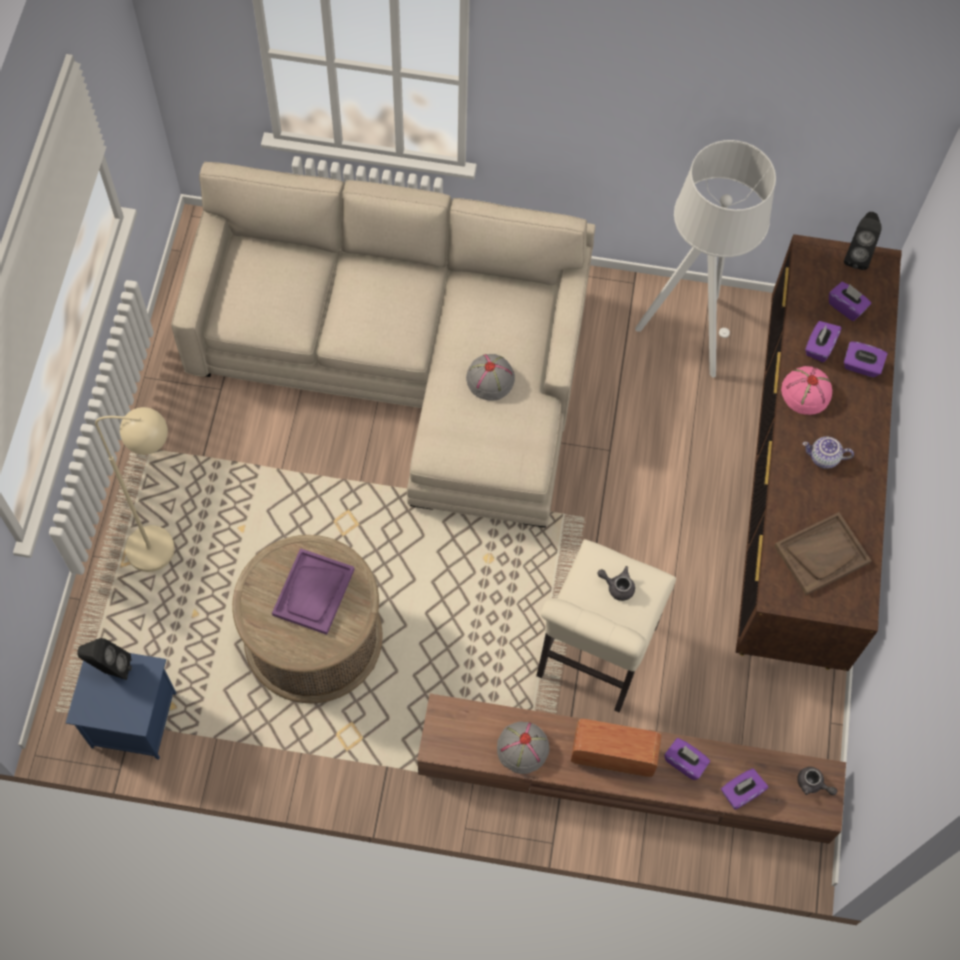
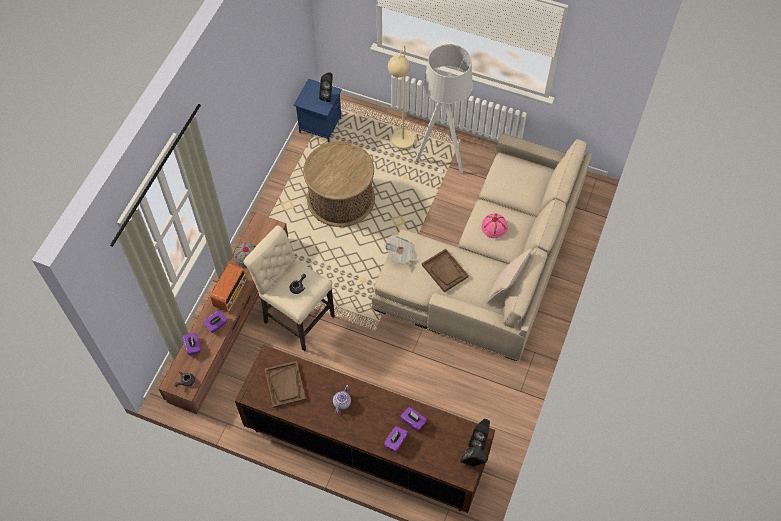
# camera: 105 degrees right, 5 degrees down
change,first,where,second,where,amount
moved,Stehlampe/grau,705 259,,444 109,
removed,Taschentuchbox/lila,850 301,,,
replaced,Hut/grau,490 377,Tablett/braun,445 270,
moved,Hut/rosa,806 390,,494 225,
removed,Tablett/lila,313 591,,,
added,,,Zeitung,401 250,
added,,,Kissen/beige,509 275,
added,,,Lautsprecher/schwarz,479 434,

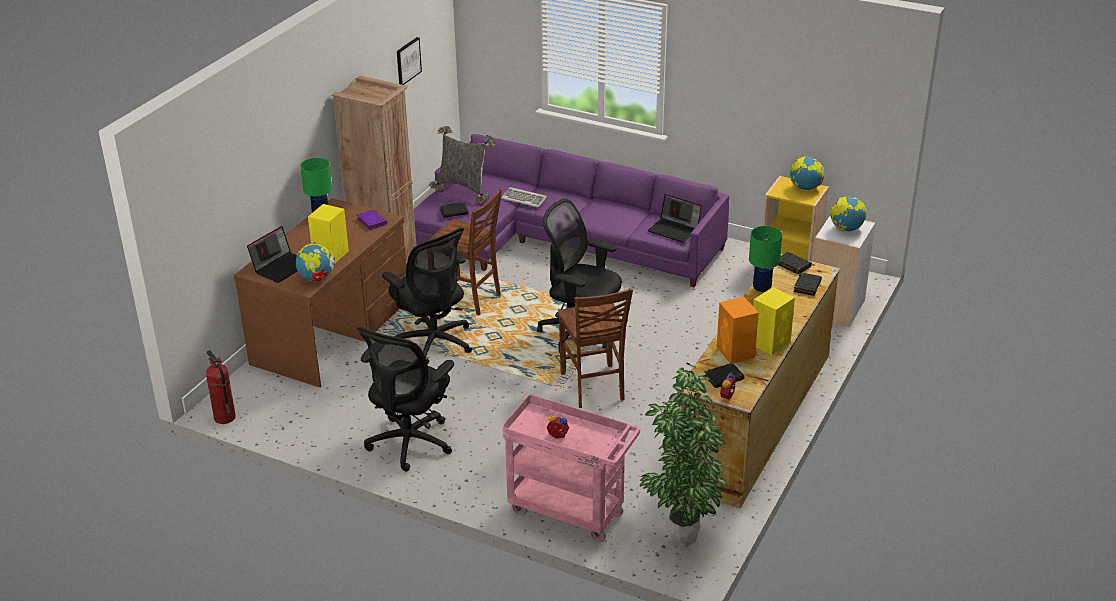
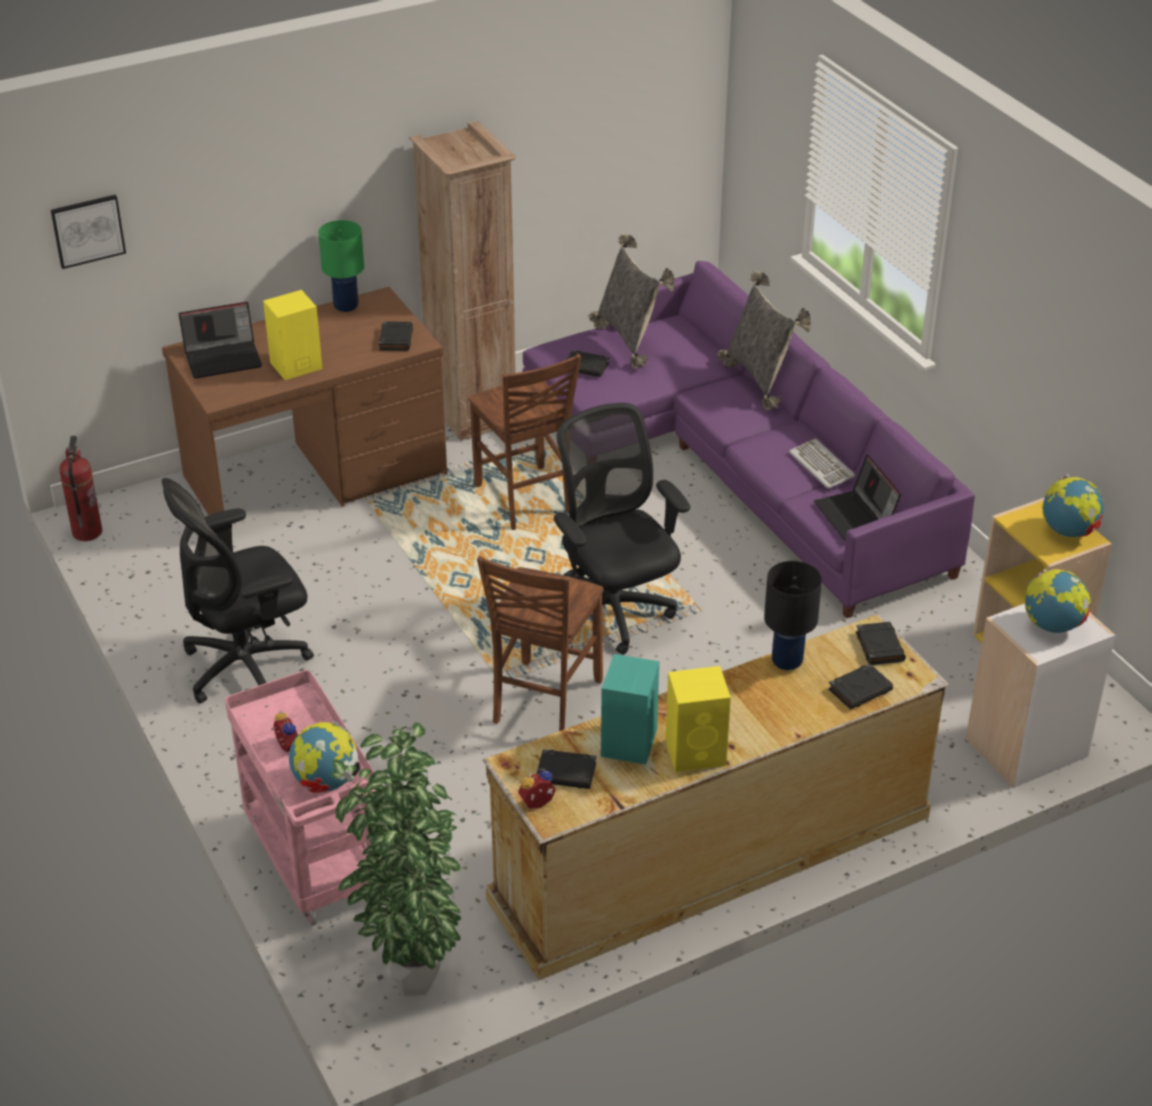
# camera: 35 degrees right, 5 degrees up
change,first,where,second,where,amount
moved,Bild,409 61,,88 232,
moved,Tastatur,524 197,,822 464,
recoloured,Buch/lila,372 219,Buch/schwarz,396 336,
recoloured,Tischlampe/grün,766 259,Tischlampe/schwarz,793 615,
removed,Bürostuhl/schwarz,427 296,,,
moved,Globus,315 261,,324 757,
recoloured,Lautsprecher/orange,737 330,Lautsprecher/türkis,630 709,
added,,,Kissen,764 340,

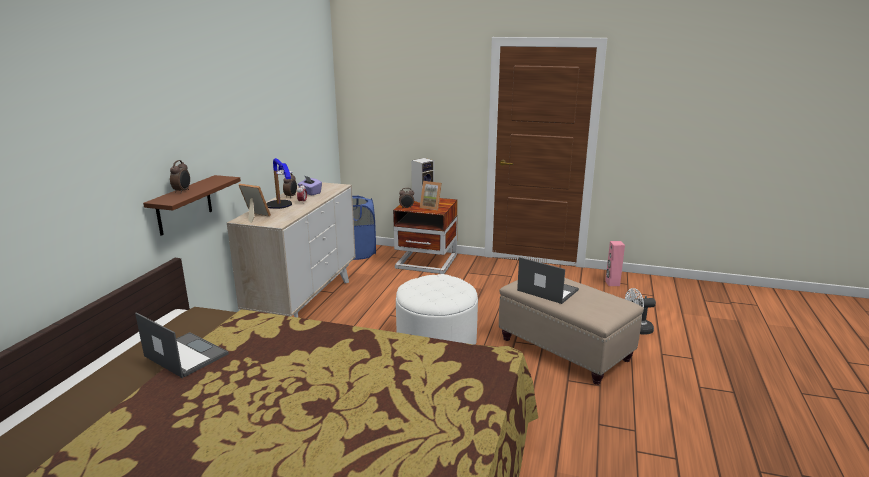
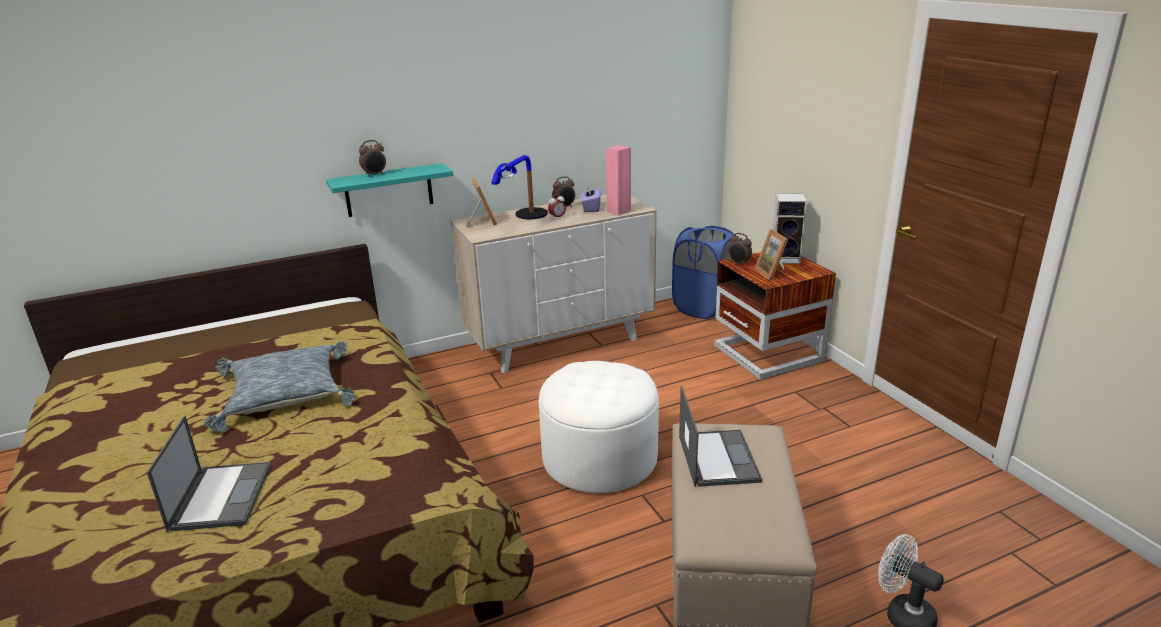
# camera: 50 degrees right, 5 degrees up
change,first,where,second,where,amount
recoloured,Wandregal/braun,192 205,Wandregal/türkis,389 190,
moved,Lautsprecher/rosa,615 263,,618 180,
moved,Laptop,182 345,,209 474,
added,,,Kissen,279 386,

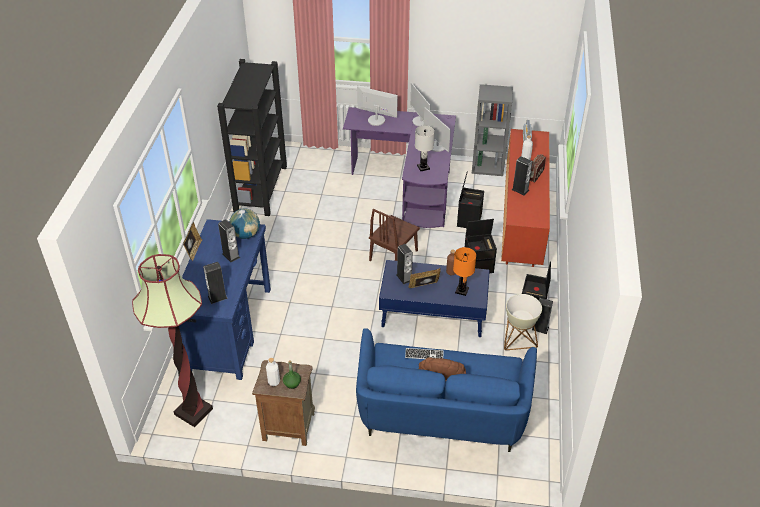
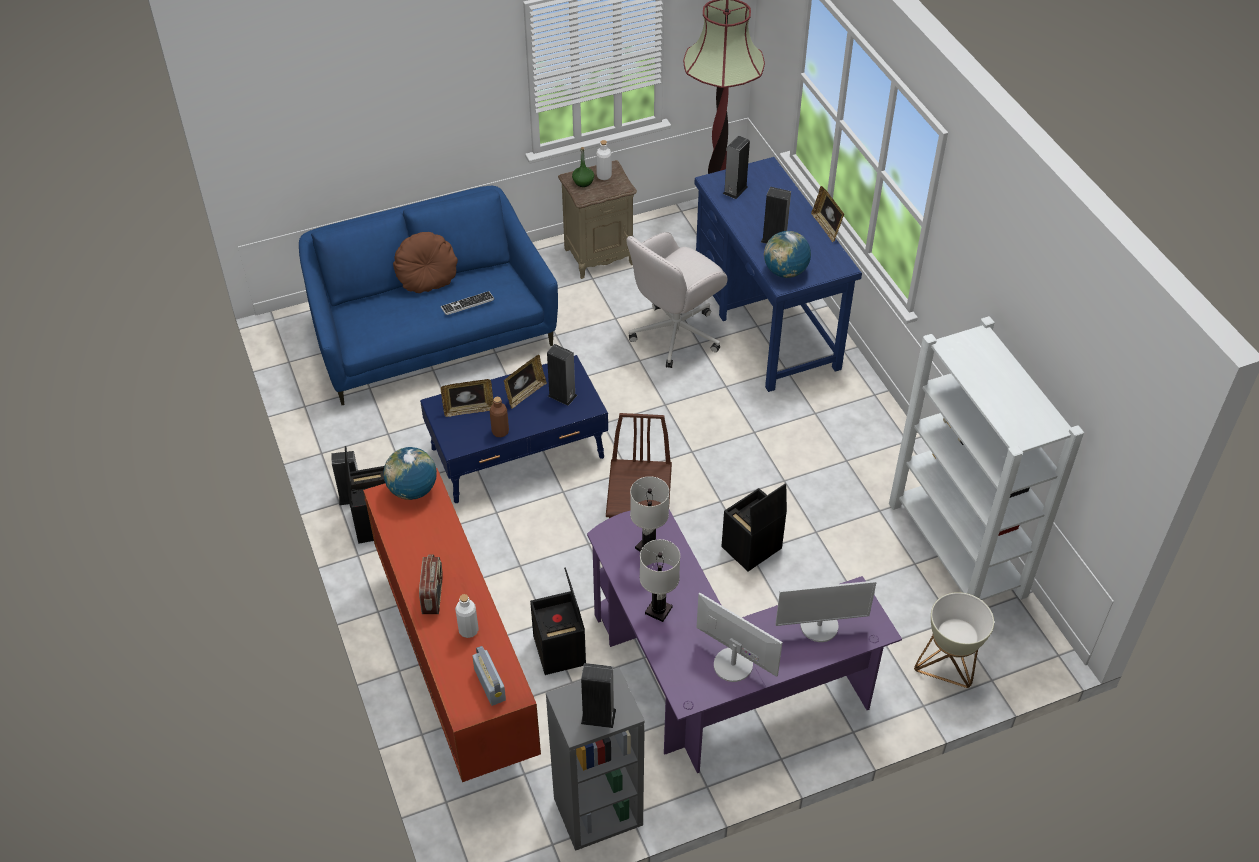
# camera: 150 degrees right, 5 degrees up
change,first,where,second,where,amount
recoloured,Bücherregal/schwarz,252 137,Bücherregal/weiß,986 458,
replaced,Monitor,437 129,Tischlampe/weiß,660 580,
moved,Lautsprecher,522 175,,598 695,
moved,Aufbewahrungsbox/schwarz,481 246,,754 527,
replaced,Tischlampe/orange,464 271,Bilderrahmen,467 398,
moved,Pflanzkübel,523 322,,954 640,
added,,,Bürostuhl/weiß,676 300,
added,,,Globus,410 473,

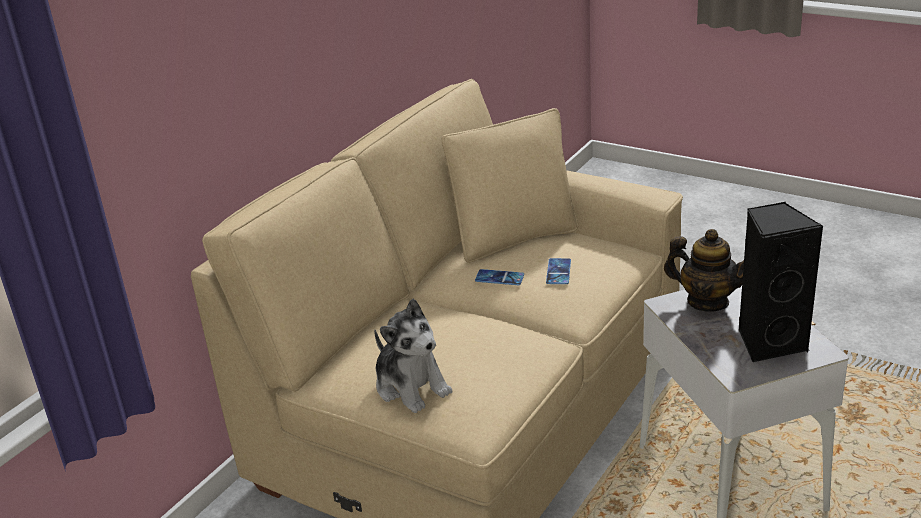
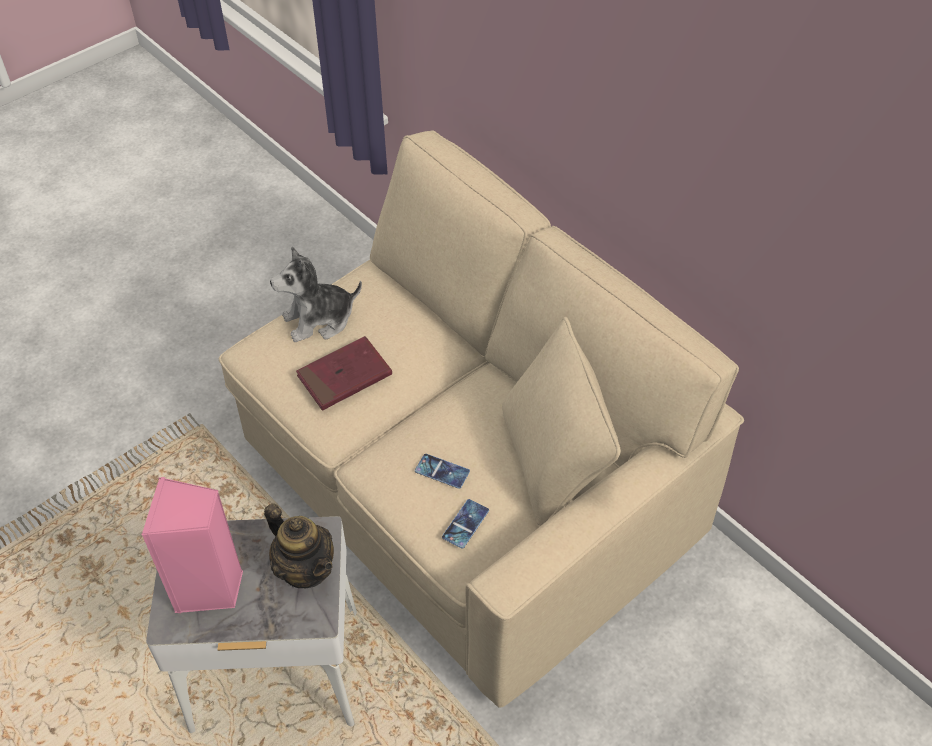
# camera: 105 degrees right, 20 degrees up
change,first,where,second,where,amount
recoloured,Lautsprecher/schwarz,781 282,Lautsprecher/rosa,192 545,
turned,Teekanne,704 270,,299 545,90 degrees counterclockwise
moved,Handy,499 277,,465 524,
added,,,Buch/rot,344 373,

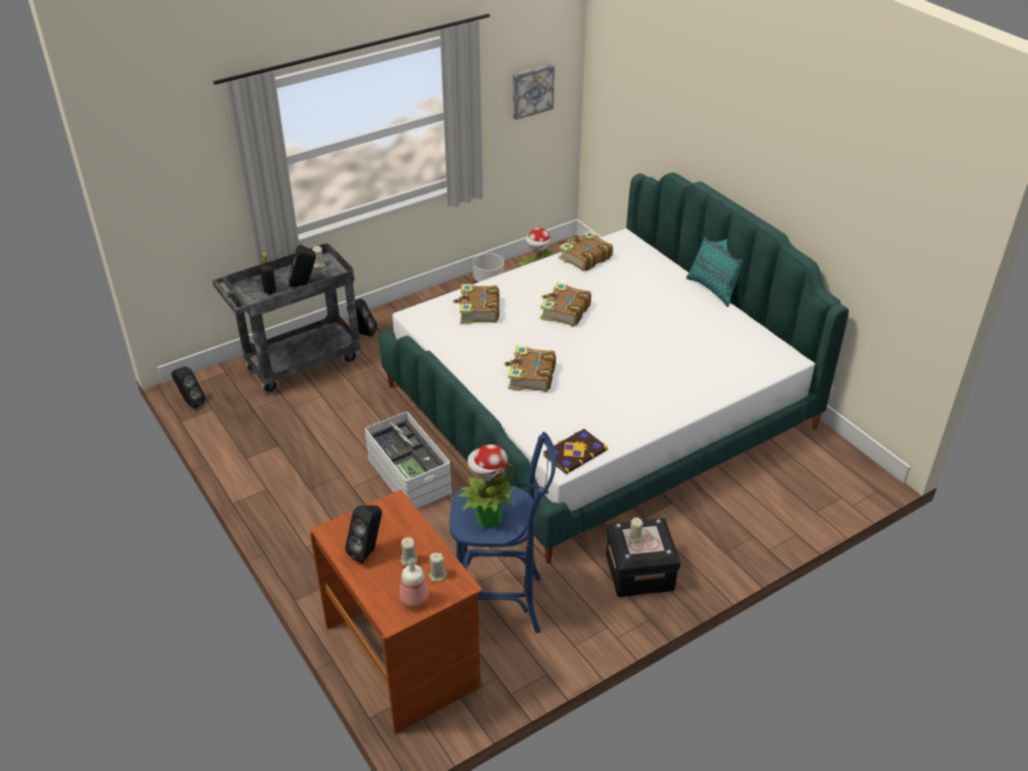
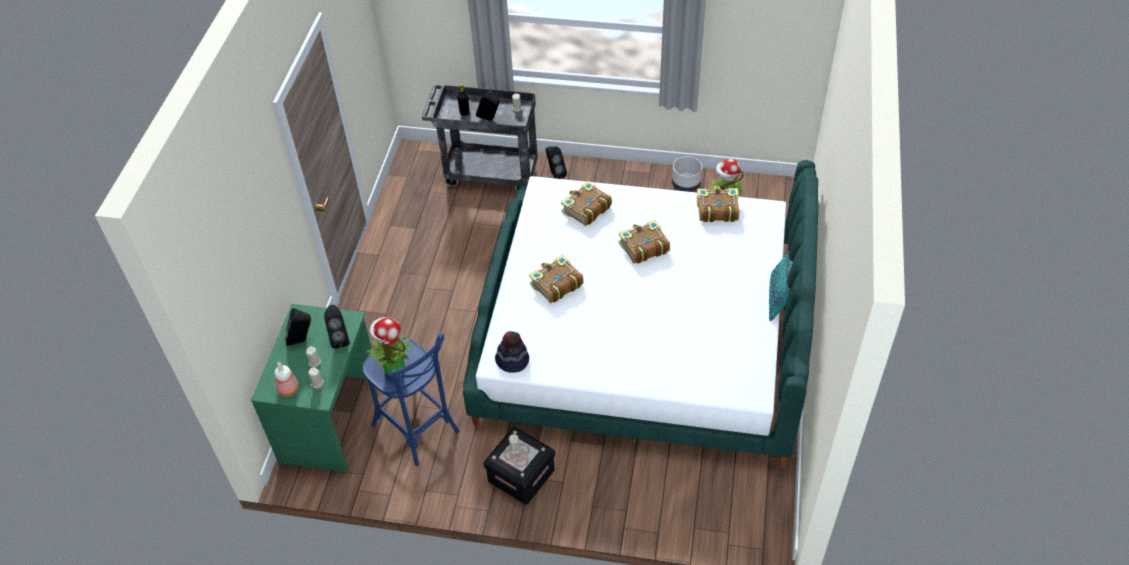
# camera: 45 degrees right, 10 degrees up
change,first,where,second,where,amount
removed,Bild,534 92,,,
moved,Lautsprecher/schwarz,188 387,,337 326,
removed,Aufbewahrungsbox/weiß,408 460,,,
replaced,Buch,575 451,Hut,512 352,
recoloured,Schreibtisch/braun,396 611,Schreibtisch/grün,311 388,

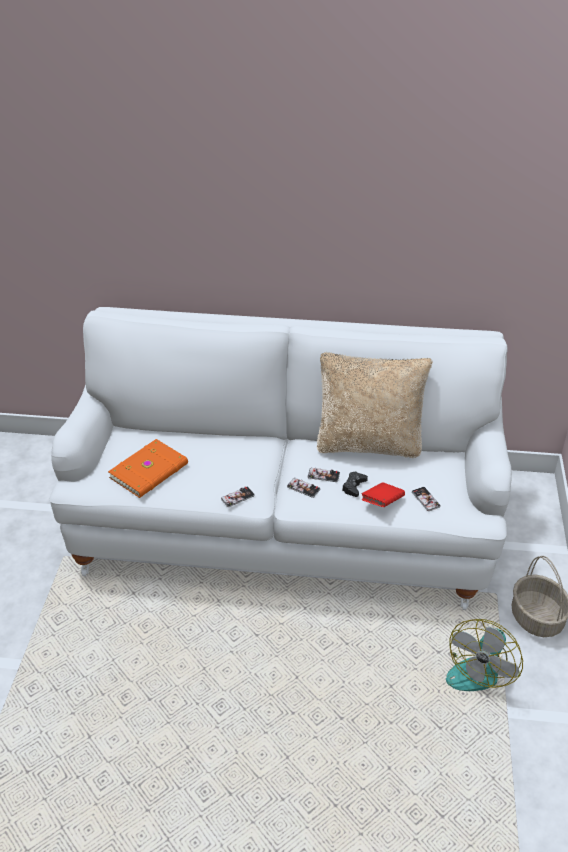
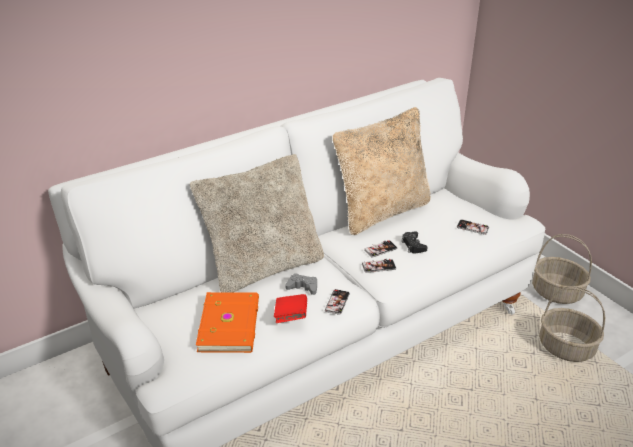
# camera: 40 degrees left, 5 degrees down
change,first,where,second,where,amount
moved,Buch/rot,383 494,,290 308,
replaced,Ventilator,484 655,Korb,572 324,
added,,,Kissen/beige,257 223,
added,,,Gamepad/grau,301 284,

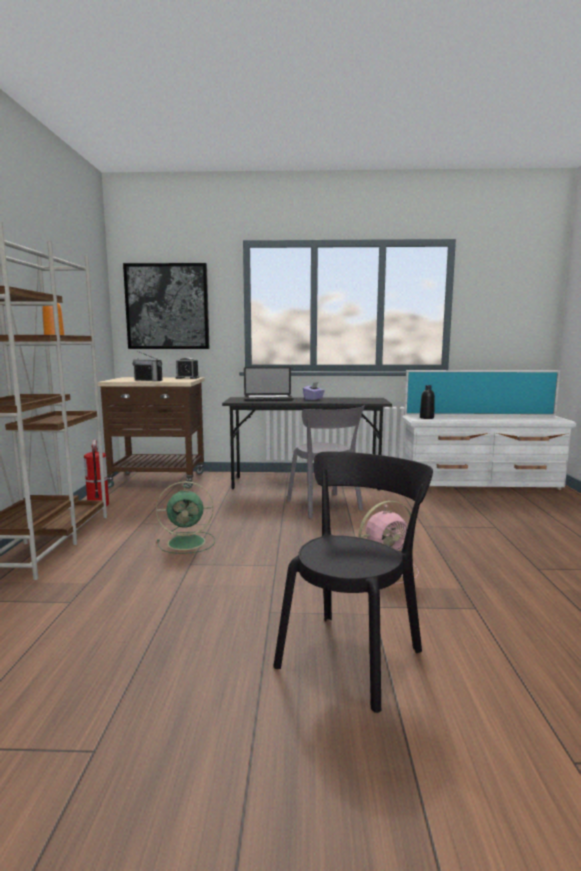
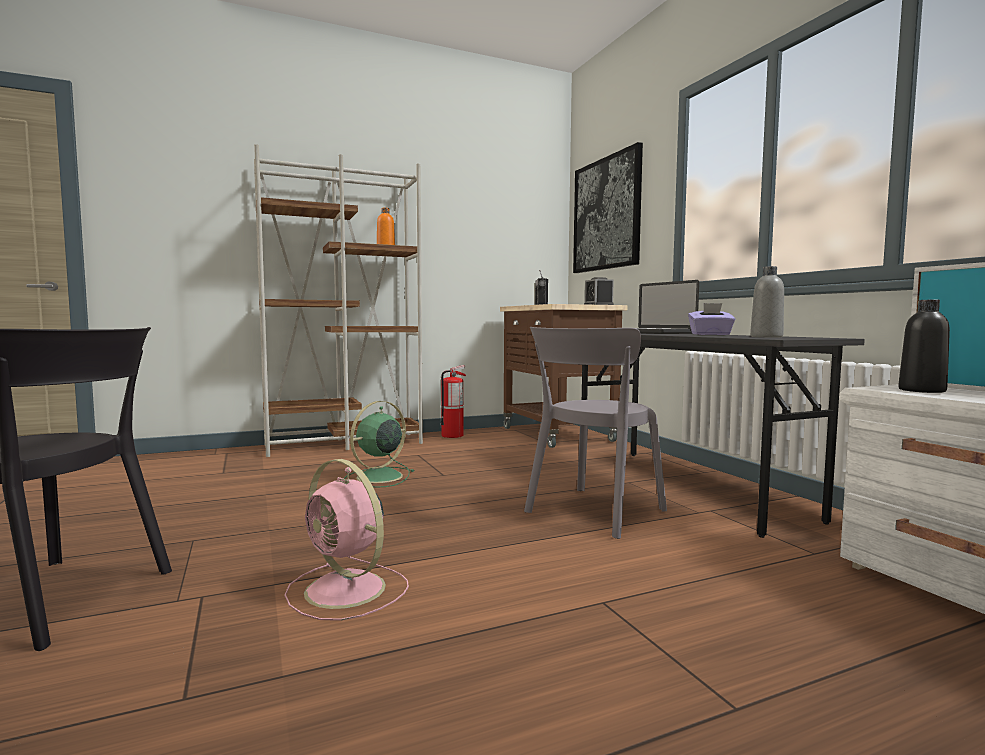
# camera: 65 degrees right, 5 degrees down
change,first,where,second,where,amount
turned,Ventilator/grün,185 517,,379 444,75 degrees clockwise
added,,,Flasche/grau,767 301,

